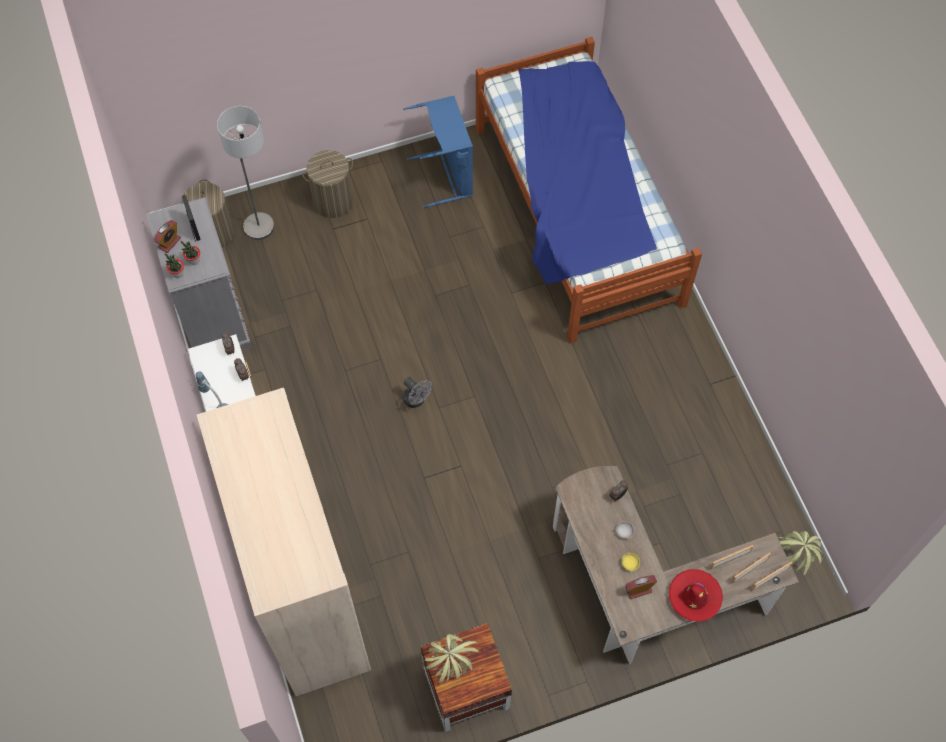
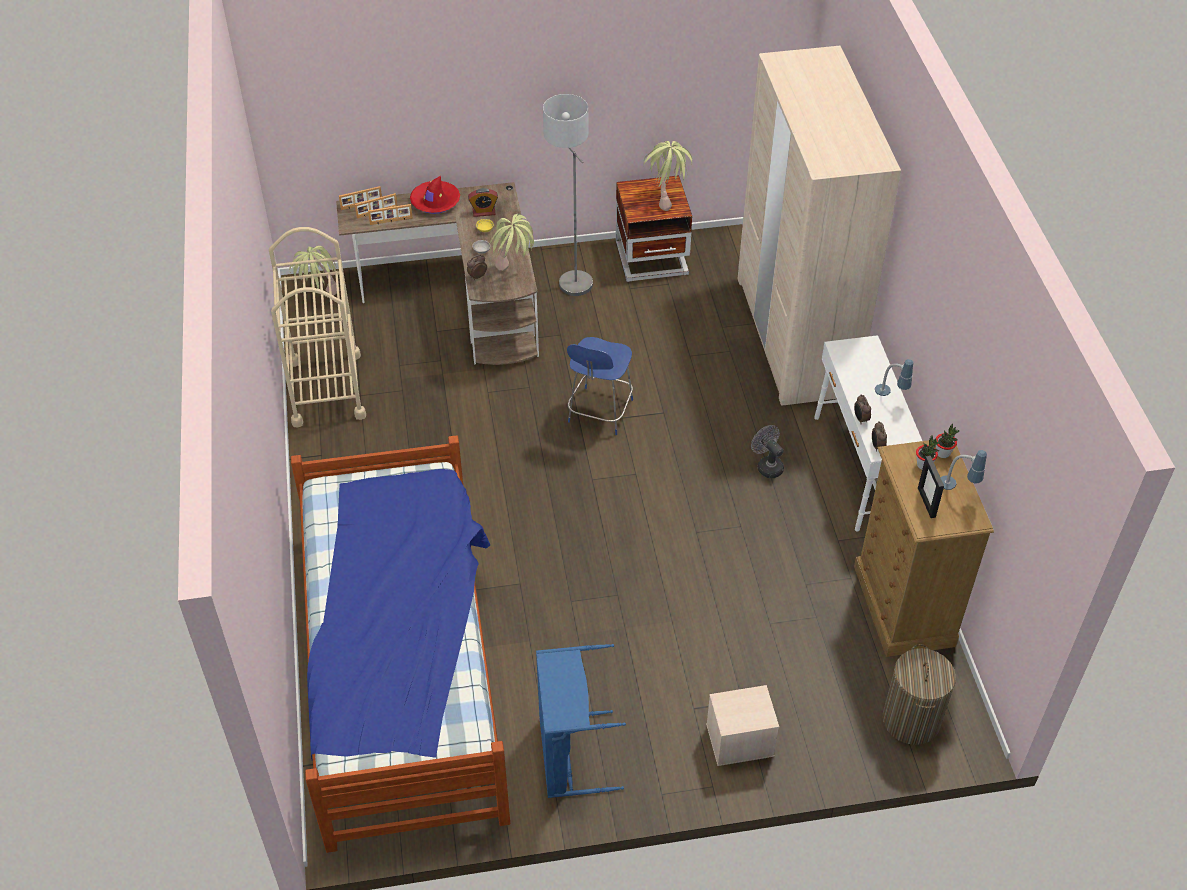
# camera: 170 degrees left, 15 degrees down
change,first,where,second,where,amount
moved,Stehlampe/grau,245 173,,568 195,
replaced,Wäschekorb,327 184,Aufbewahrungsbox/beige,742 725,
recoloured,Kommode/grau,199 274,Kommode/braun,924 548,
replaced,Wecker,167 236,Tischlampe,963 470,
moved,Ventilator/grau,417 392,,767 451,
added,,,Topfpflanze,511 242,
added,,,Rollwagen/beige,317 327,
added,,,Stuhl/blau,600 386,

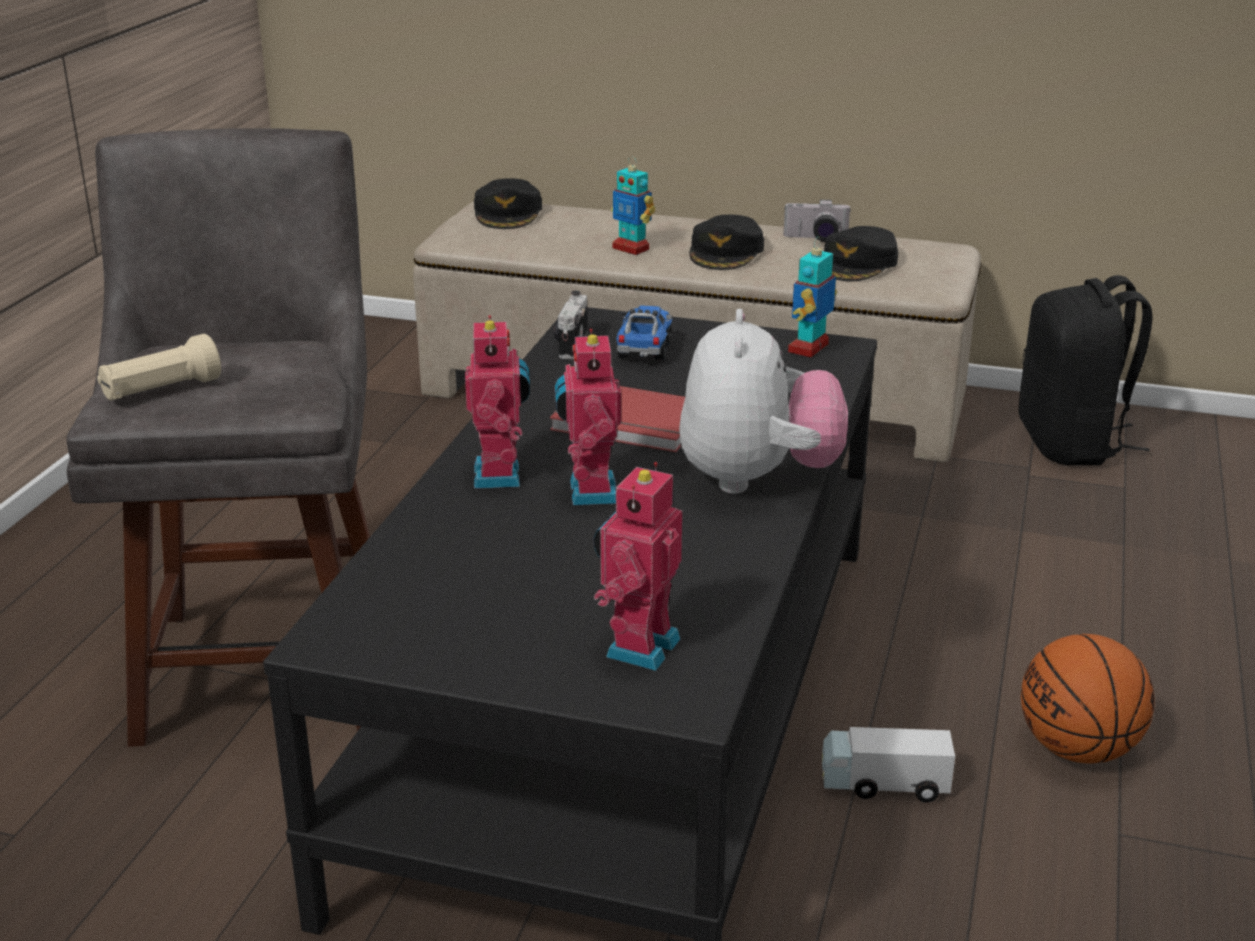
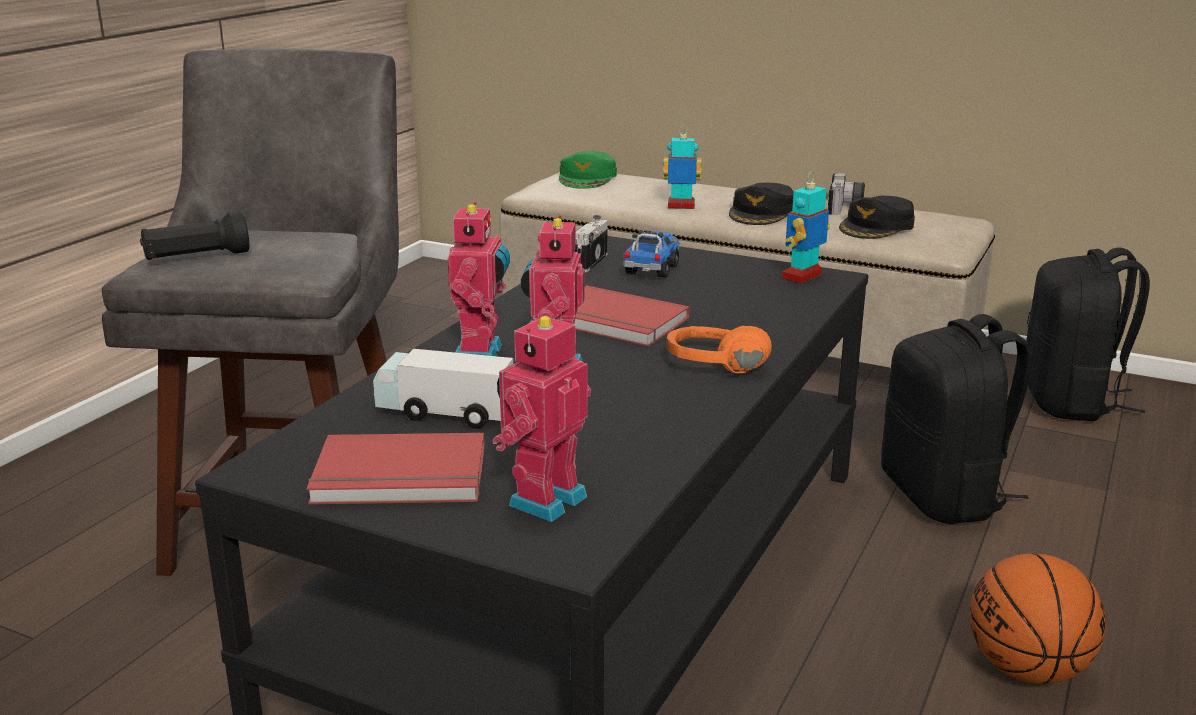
# camera: 10 degrees right, 5 degrees down
change,first,where,second,where,amount
turned,Spielzeugroboter,633 205,,682 167,135 degrees clockwise
recoloured,Kappe/schwarz,508 203,Kappe/grün,588 170,
turned,Kamera,817 221,,846 194,90 degrees counterclockwise
replaced,Plüschtier,763 401,Kopfhörer/orange,719 349,
recoloured,Taschenlampe/beige,159 367,Taschenlampe/schwarz,194 235,
moved,Spielzeuglaster,888 765,,443 389,
added,,,Rucksack/schwarz,956 419,
added,,,Buch/rot,395 468,

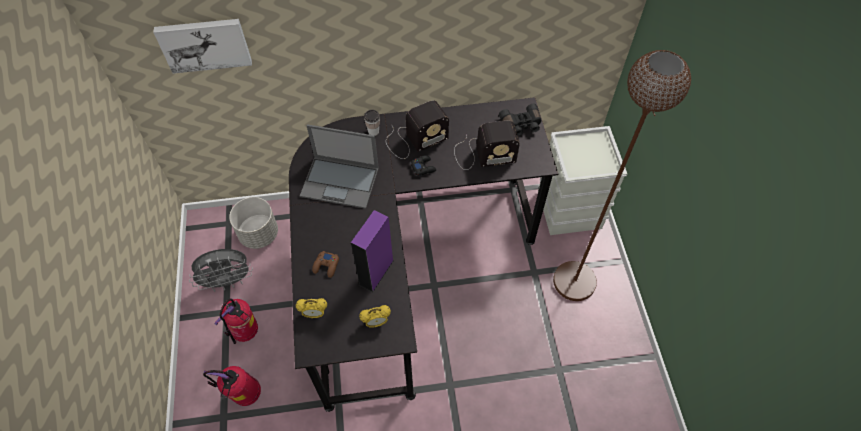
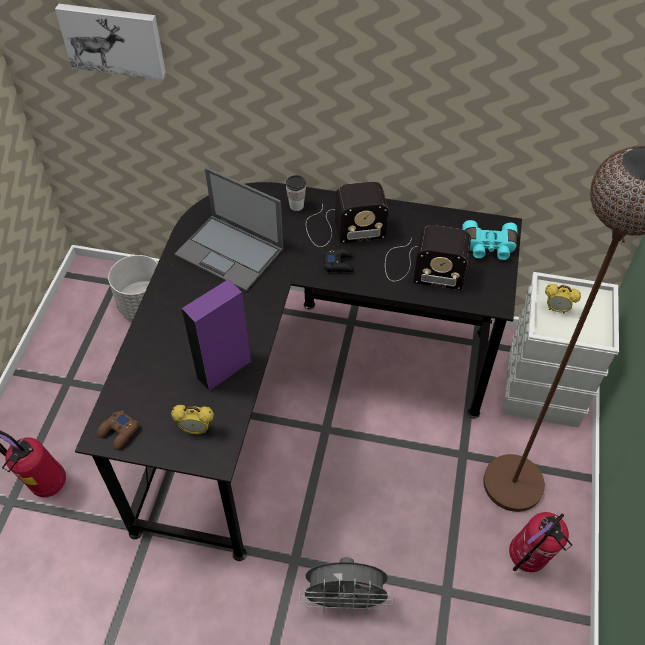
# camera: 20 degrees right, 5 degrees down
change,first,where,second,where,amount
recoloured,Fernglas/schwarz,520 120,Fernglas/türkis,490 240,
moved,Ventilator/grau,221 270,,346 586,
moved,Gamepad/braun,325 264,,117 430,
moved,Wecker,311 308,,563 299,
moved,Feuerlöscher,236 321,,540 542,

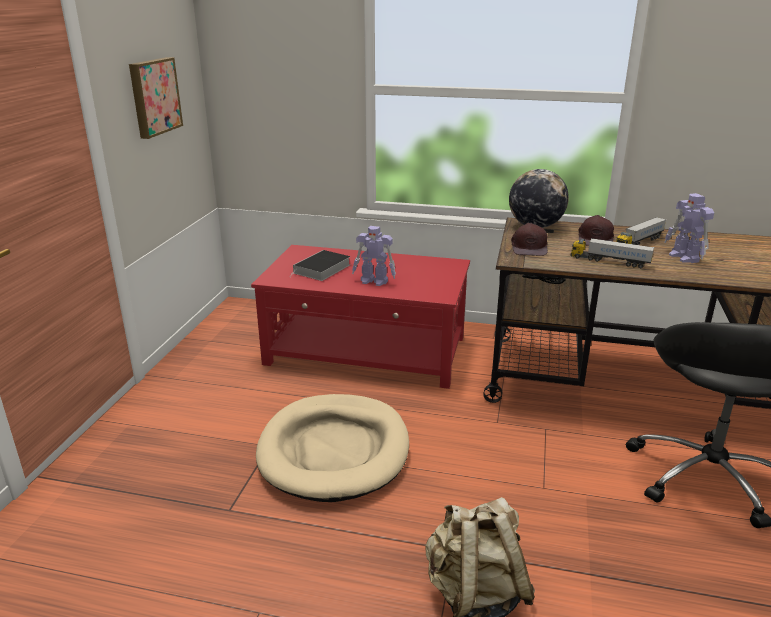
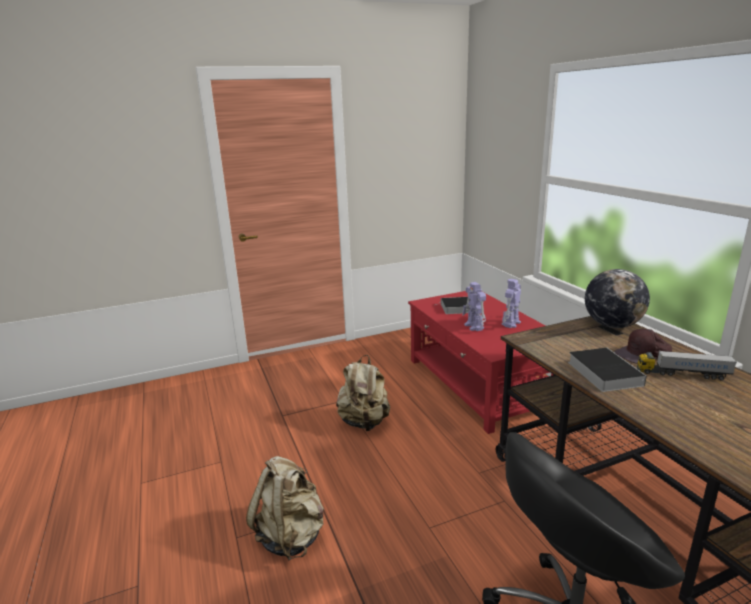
# camera: 55 degrees right, 5 degrees down
change,first,where,second,where,amount
removed,Bild,156 98,,,
moved,Spielzeugroboter,689 228,,511 303,
removed,Kappe/braun,529 239,,,
replaced,Spielzeuglaster,612 253,Buch,607 370,
replaced,Hundebett/beige,332 448,Rucksack/beige,363 393,

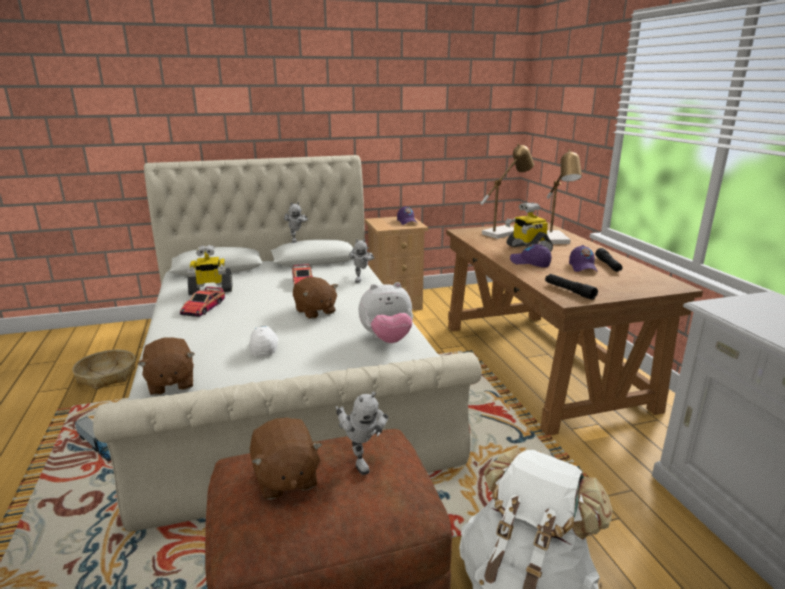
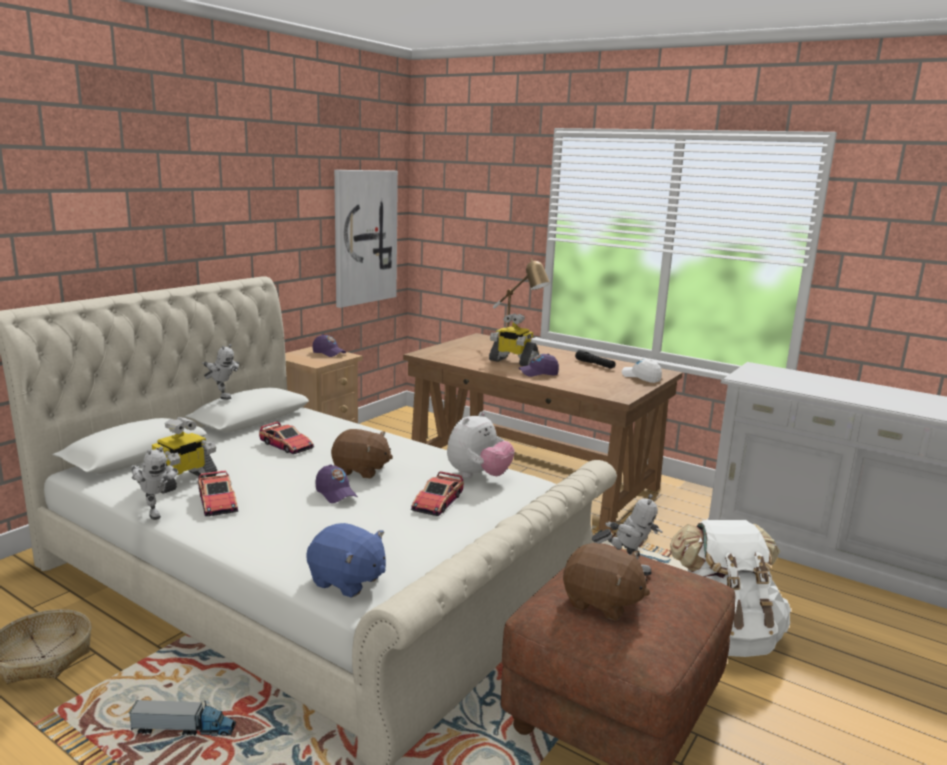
# camera: 40 degrees left, 5 degrees down
change,first,where,second,where,amount
removed,Tischlampe,507 191,,,
moved,Spielzeugroboter,361 261,,155 483,
moved,Kappe/lila,583 258,,336 483,
removed,Taschenlampe/schwarz,571 287,,,
moved,Kappe/weiß,263 341,,642 371,
recoloured,Plüschtier/braun,165 366,Plüschtier/blau,346 560,
added,,,Bild,366 239,
added,,,Spielzeugauto,437 493,

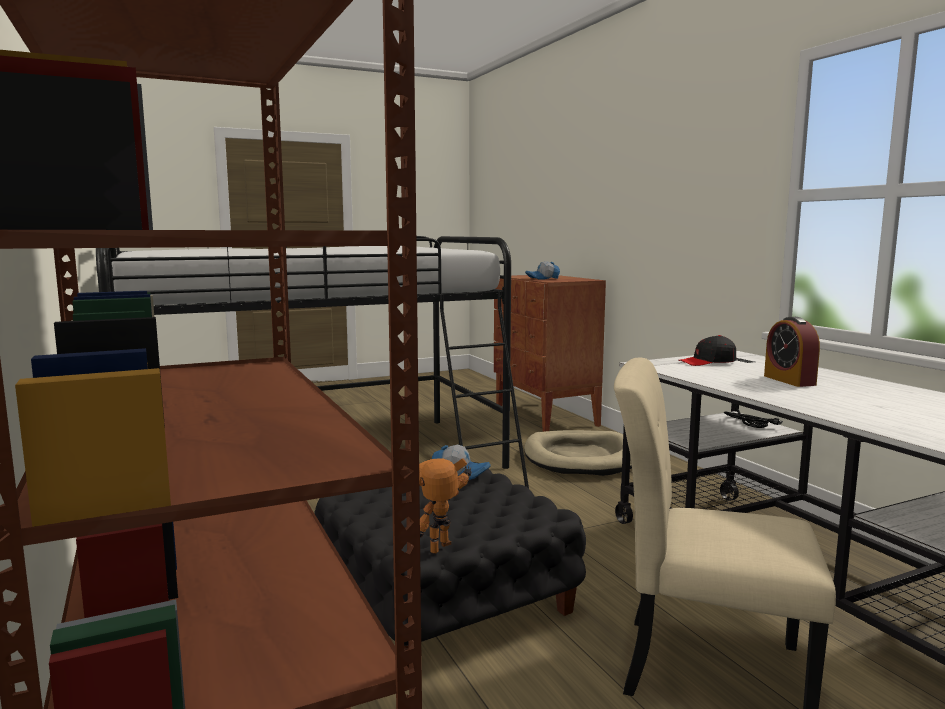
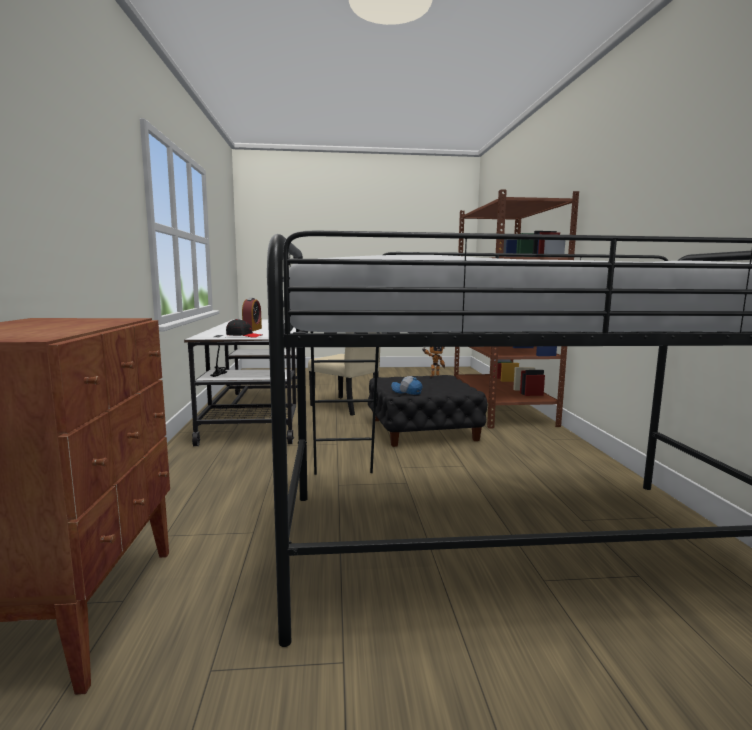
# camera: 160 degrees left, 0 degrees up
change,first,where,second,where,amount
removed,Kappe,542 270,,,
removed,Hundebett/beige,578 453,,,

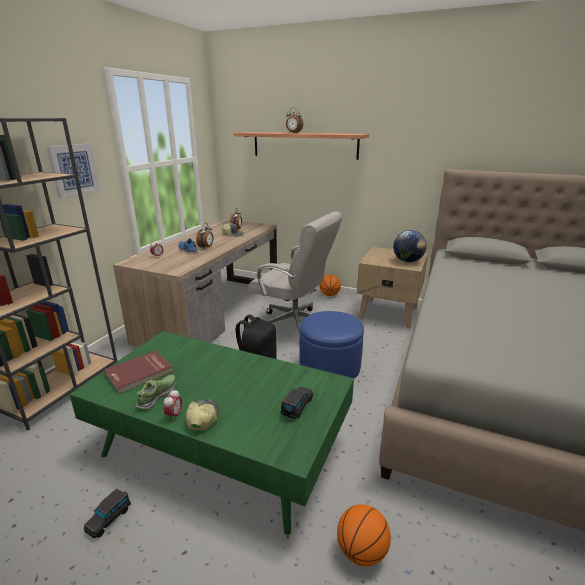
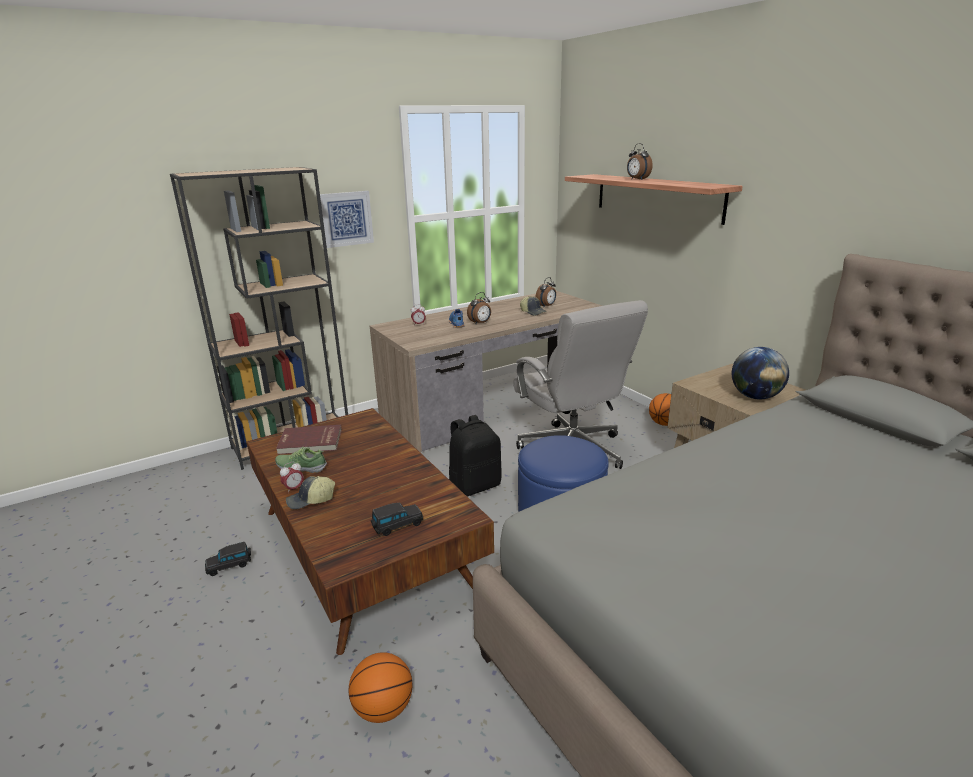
# camera: 35 degrees right, 0 degrees up
change,first,where,second,where,amount
recoloured,Couchtisch/grün,211 433,Couchtisch/braun,370 531,
turned,Schuh,156 392,,301 460,135 degrees counterclockwise
turned,Kappe,203 415,,310 493,150 degrees counterclockwise

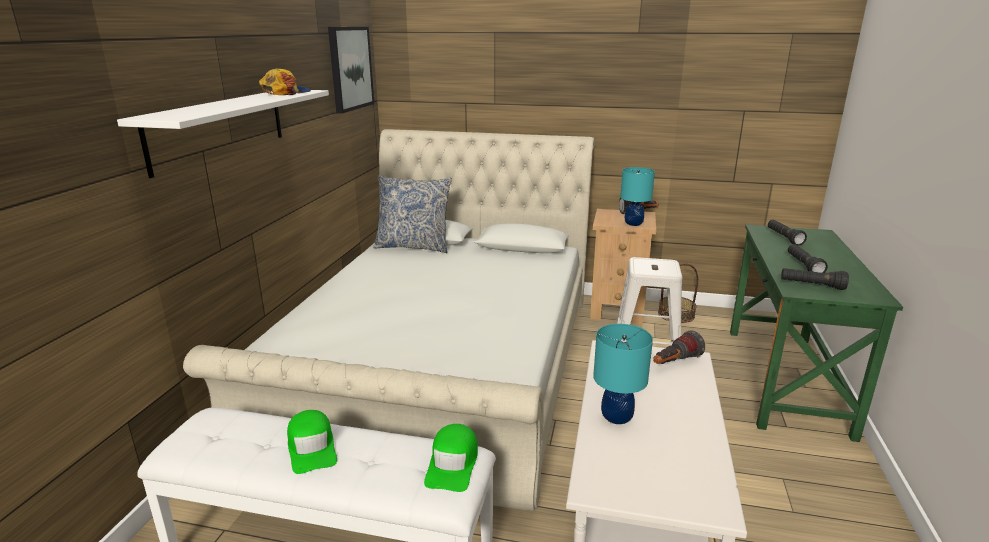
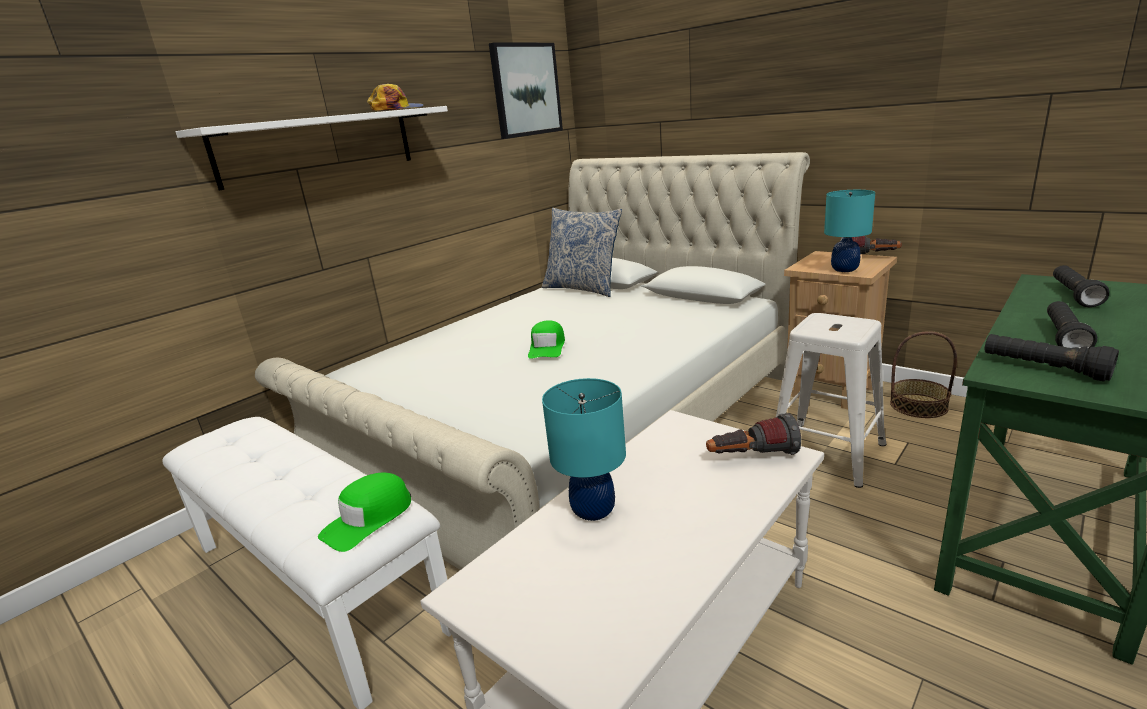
# camera: 30 degrees right, 0 degrees up
change,first,where,second,where,amount
moved,Kappe/grün,312 442,,546 339,

